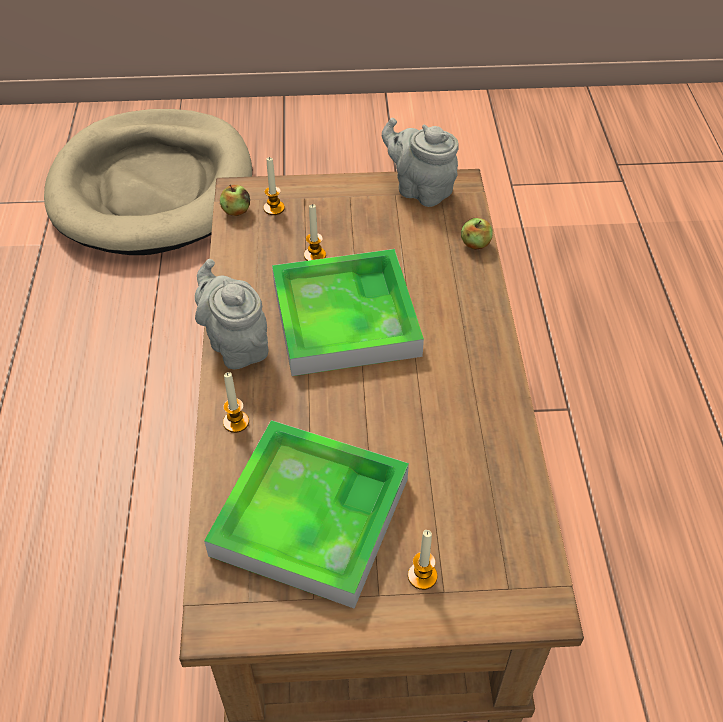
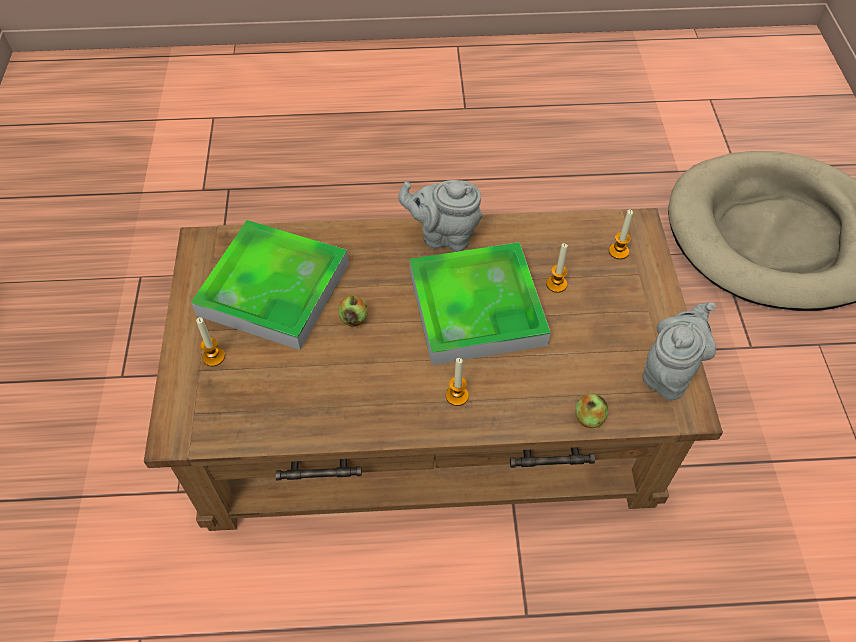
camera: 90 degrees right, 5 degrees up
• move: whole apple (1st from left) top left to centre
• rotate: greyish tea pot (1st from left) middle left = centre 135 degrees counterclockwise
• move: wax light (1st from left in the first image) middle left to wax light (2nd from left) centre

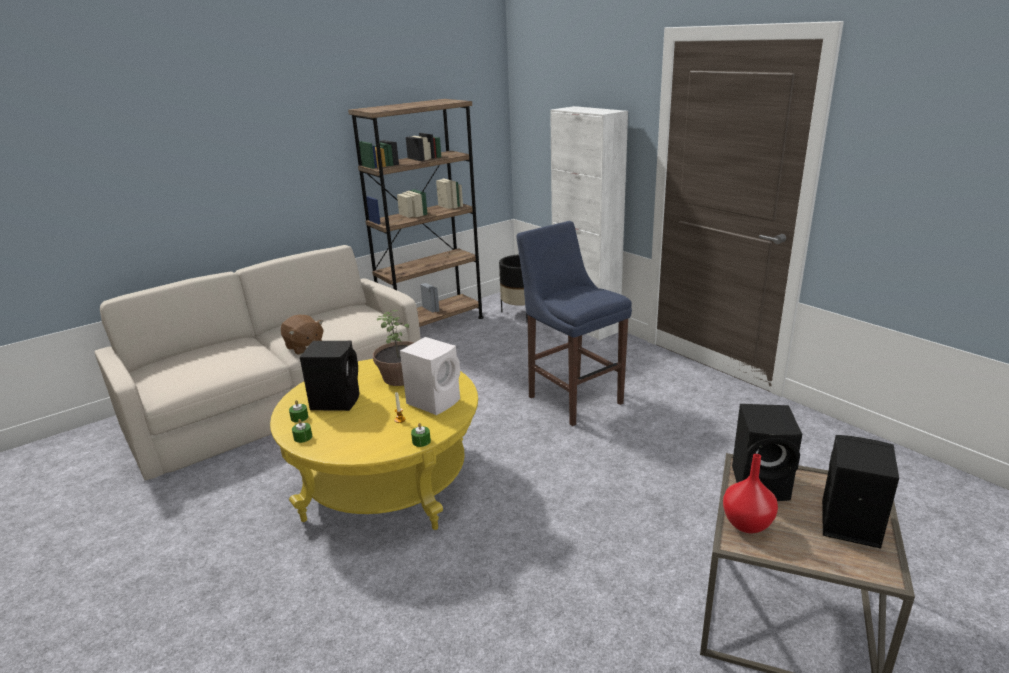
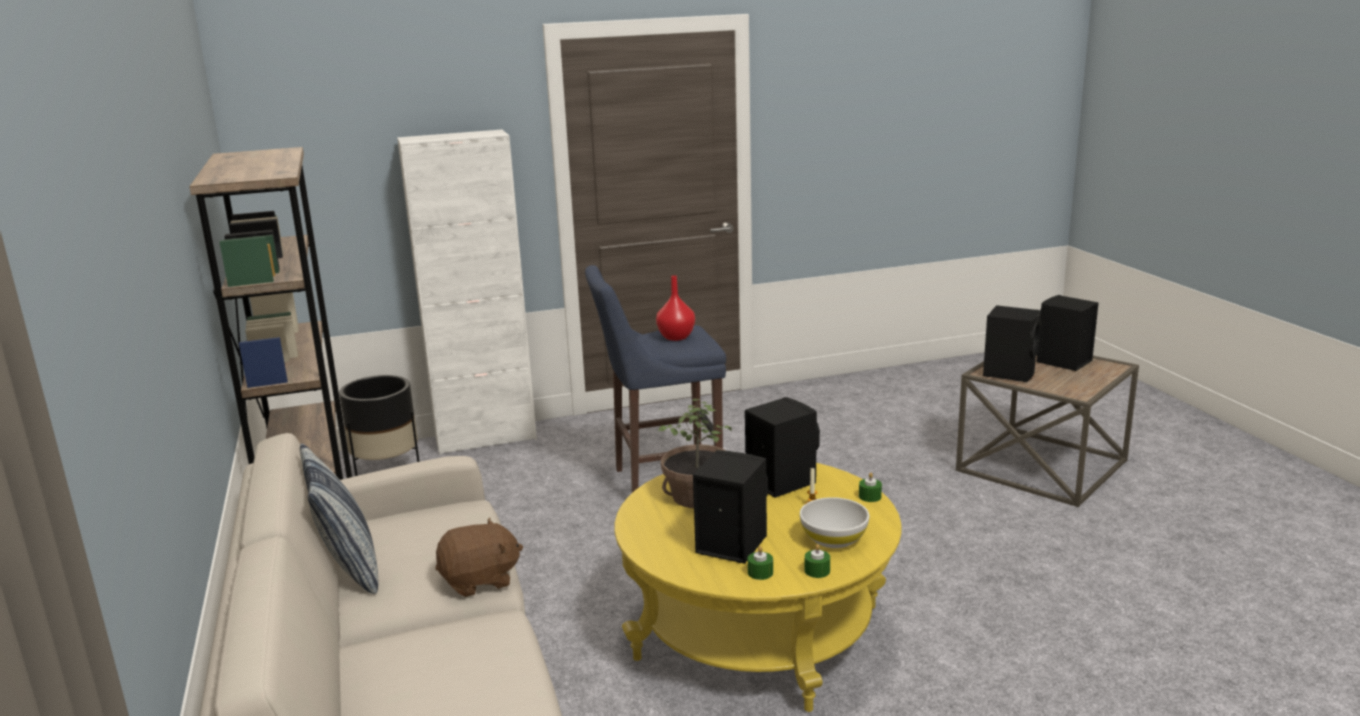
camera: 70 degrees left, 5 degrees down
• insert: cushion bottom left
• move: reddish vase bottom right to centre
• recolor: white speaker centre to blackish speaker (2nd from left) centre
• insert: white bowl bottom centre

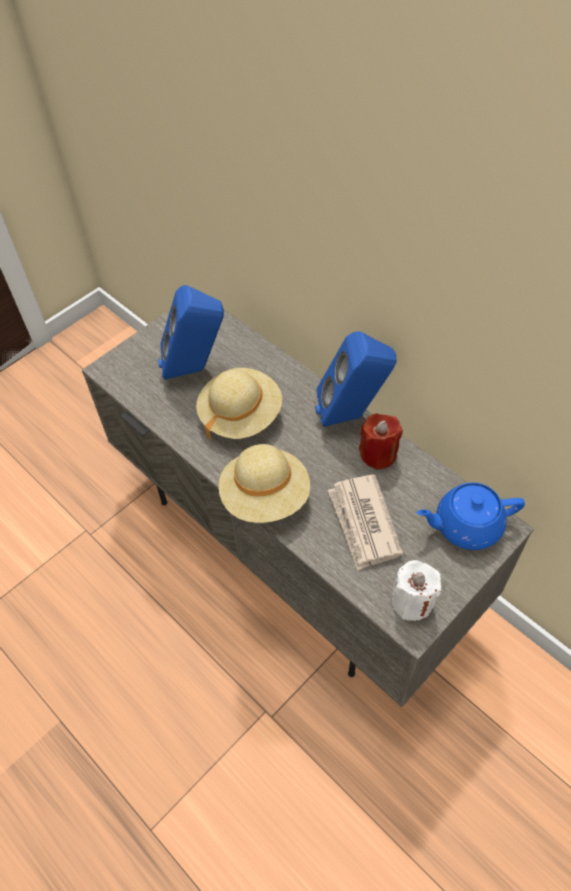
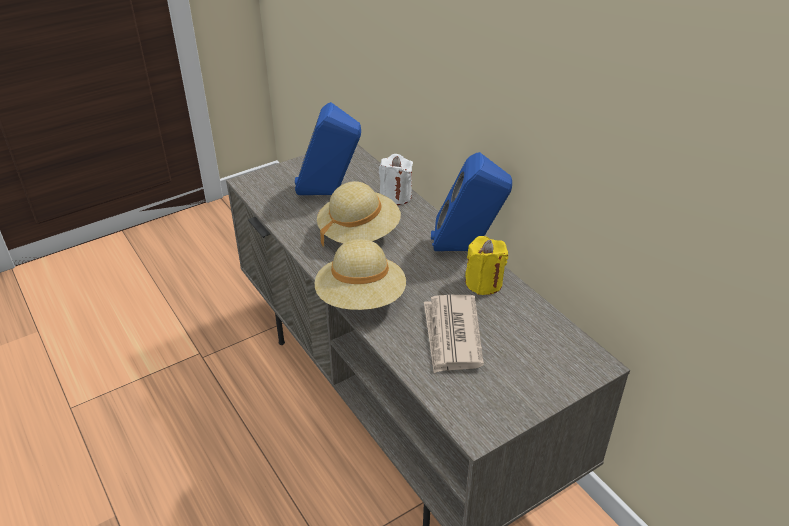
camera: 10 degrees right, 15 degrees down
• move: white wax light middle right to centre
• recolor: reddish wax light middle right to yellowish wax light centre
• delete: blue-coloured tea pot middle right

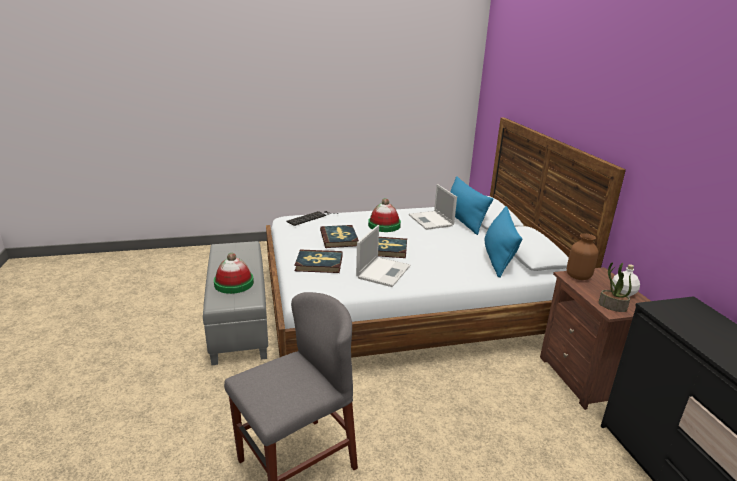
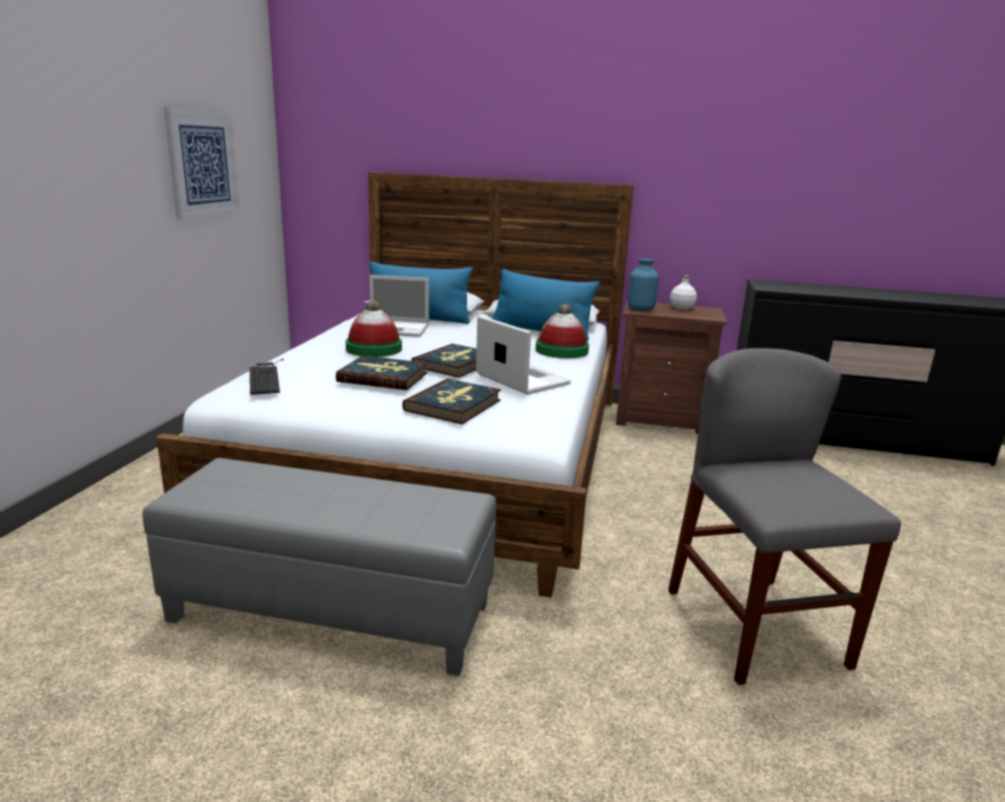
camera: 65 degrees left, 5 degrees down
• insert: wall picture top left
• move: wearable hat (1st from left in the first image) middle left to wearable hat (2nd from left) centre
• recolor: brown vase middle right to blue-coloured vase centre
• delete: houseplant middle right

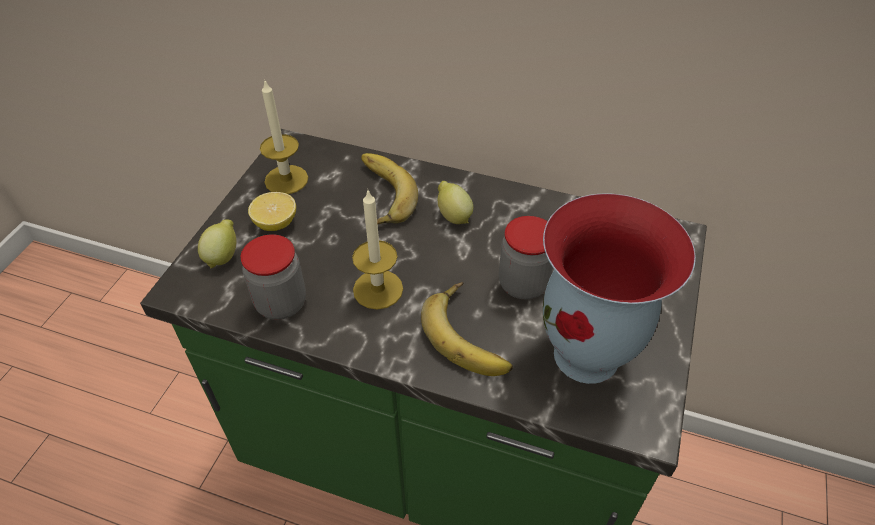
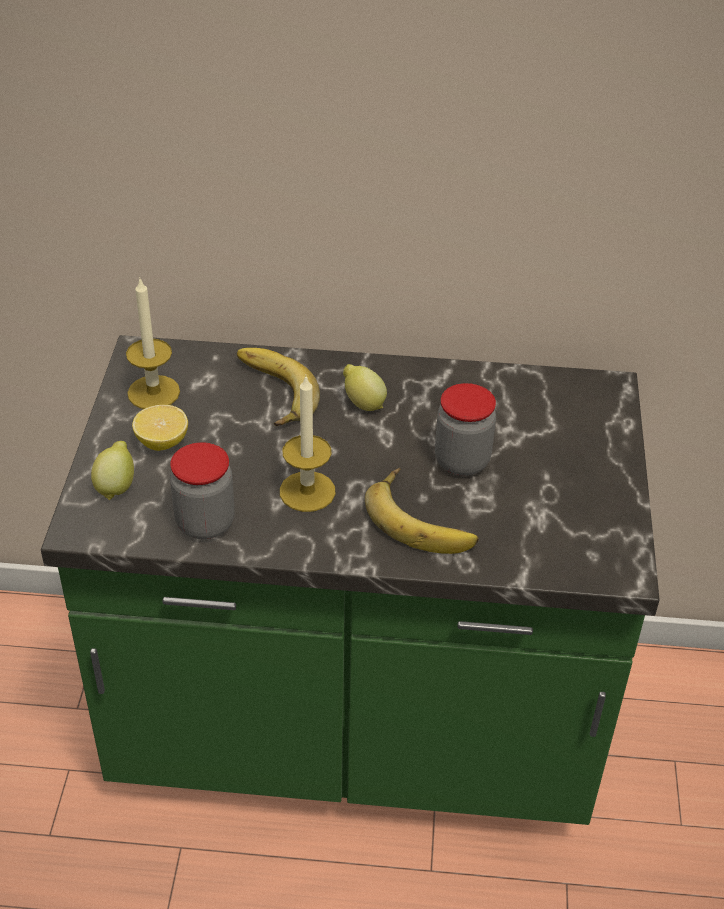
camera: 15 degrees left, 5 degrees down
• delete: vase middle right

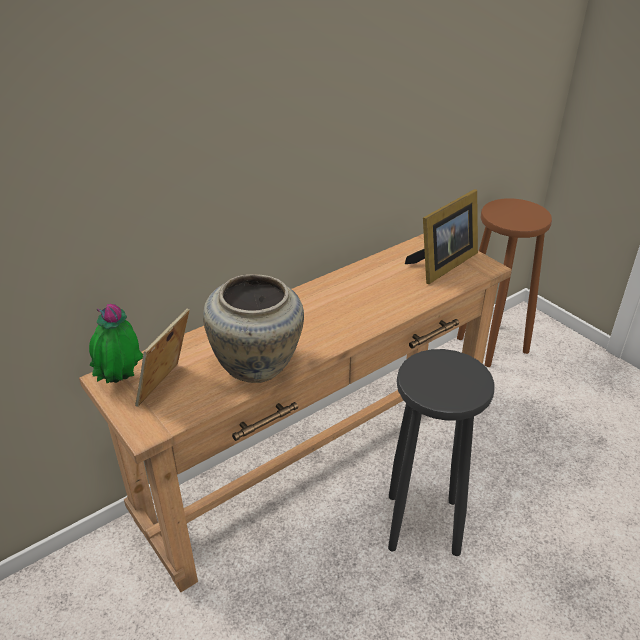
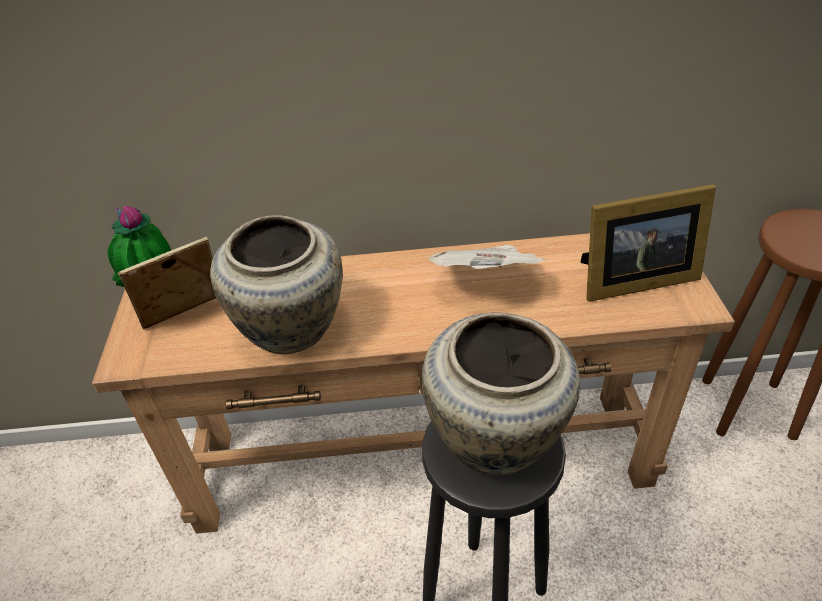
camera: 35 degrees right, 5 degrees up
• insert: beige vase (2nd from left) centre
• insert: newspaper centre

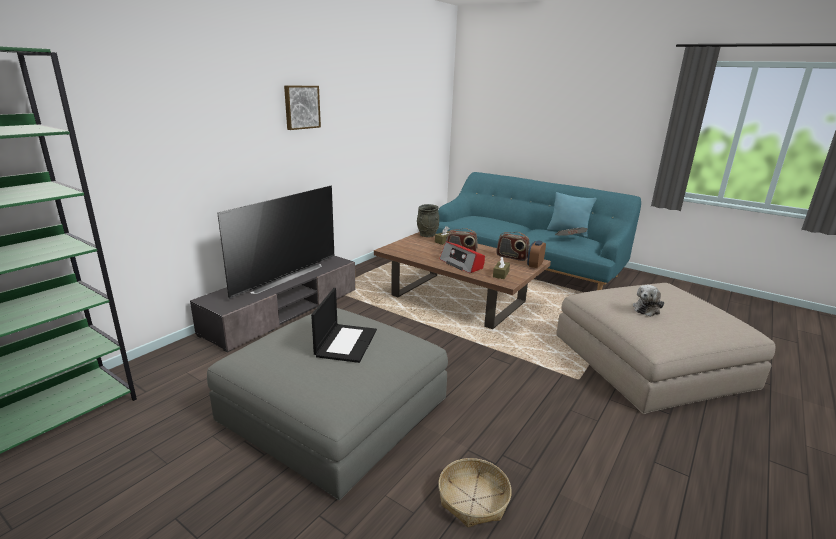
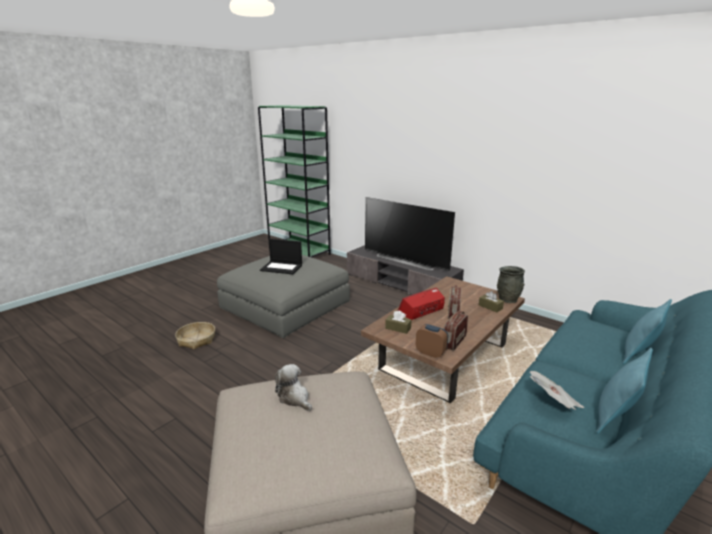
camera: 95 degrees right, 0 degrees up
• insert: turquoise-coloured cushion (2nd from left) middle right
• delete: wall picture top centre

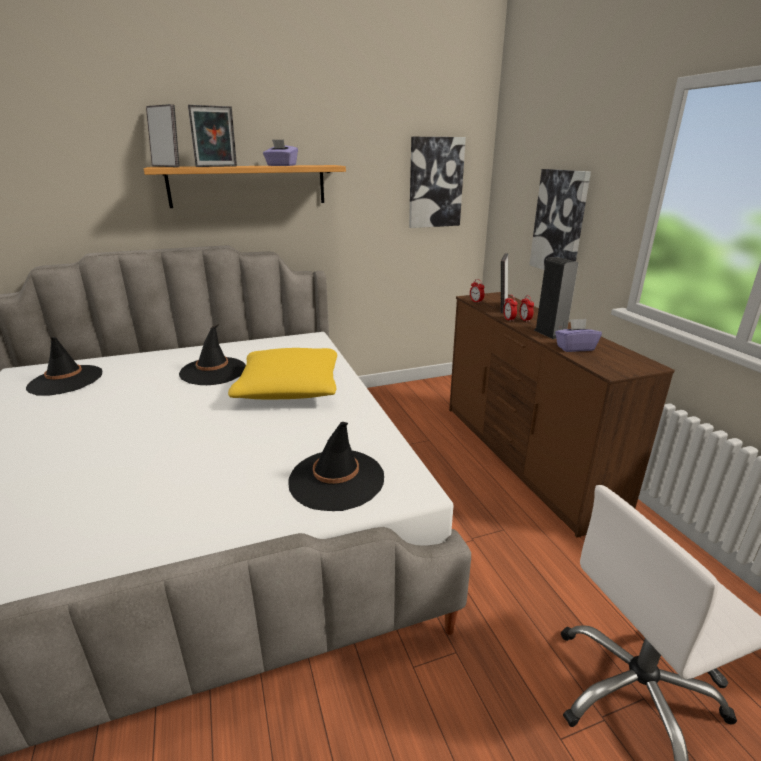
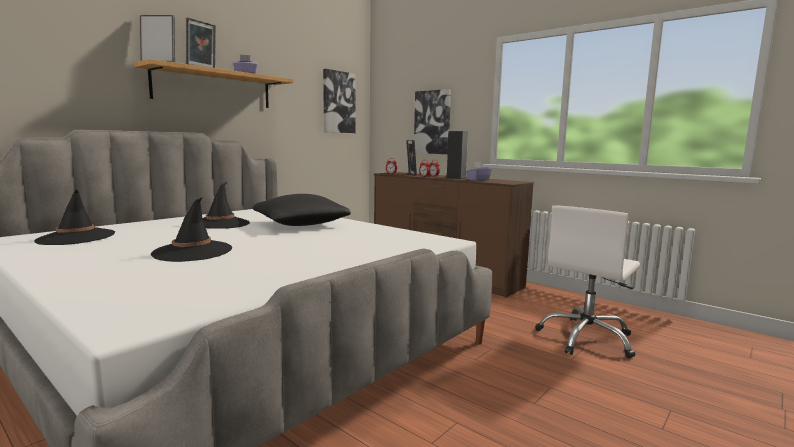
camera: 30 degrees left, 15 degrees down
• move: blackish wearable hat (3rd from left in the first image) centre to blackish wearable hat (2nd from left) middle left
• recolor: yellowish cushion centre to blackish cushion centre

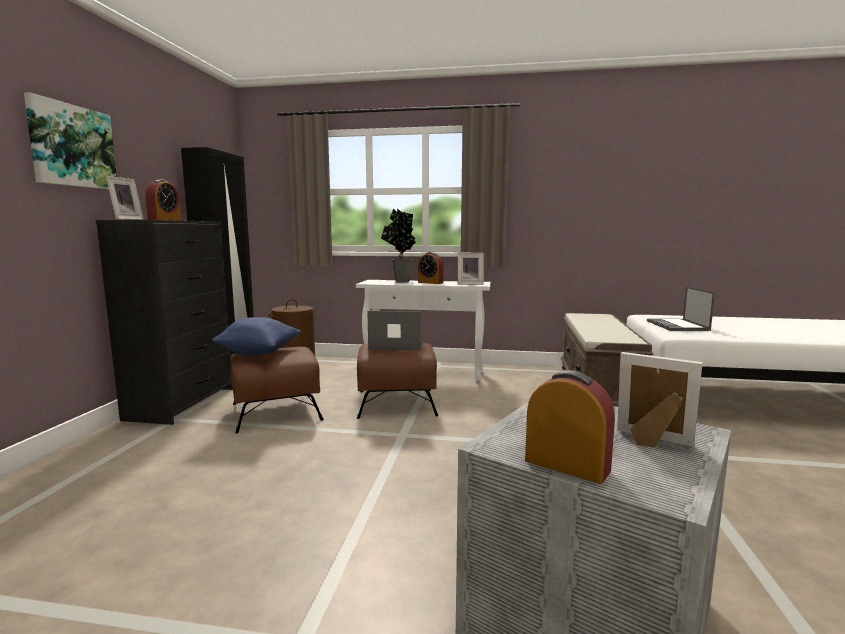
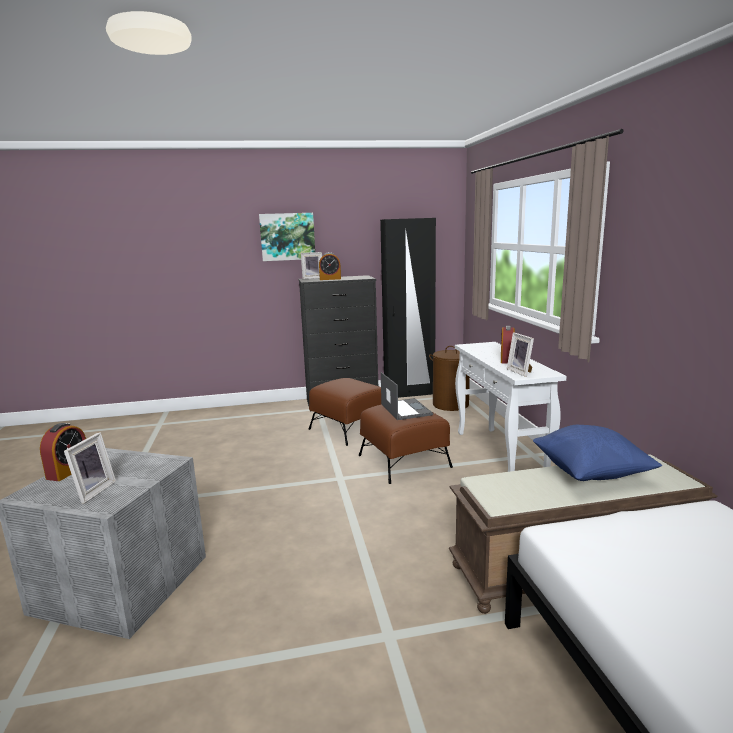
camera: 70 degrees right, 5 degrees up
• move: blue-coloured cushion middle left to middle right
• delete: houseplant centre
• delete: notebook computer (2nd from left) middle right

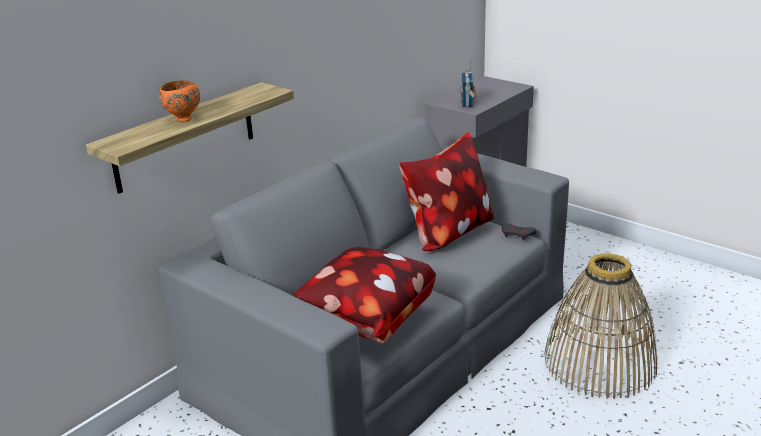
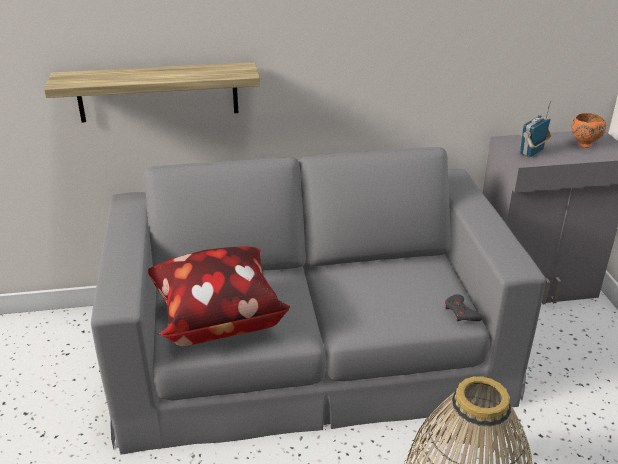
camera: 40 degrees right, 5 degrees up
• move: orange bowl top left to top right
• delete: cushion (2nd from left) centre

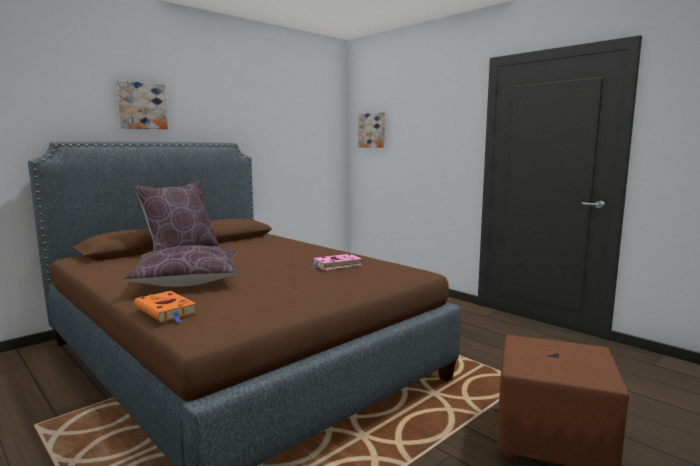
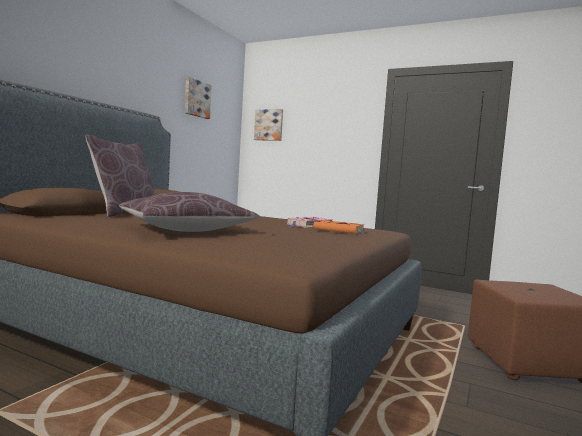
camera: 20 degrees left, 5 degrees down
• move: wall picture (1st from left) top left to top centre
• move: orange volume middle left to centre

